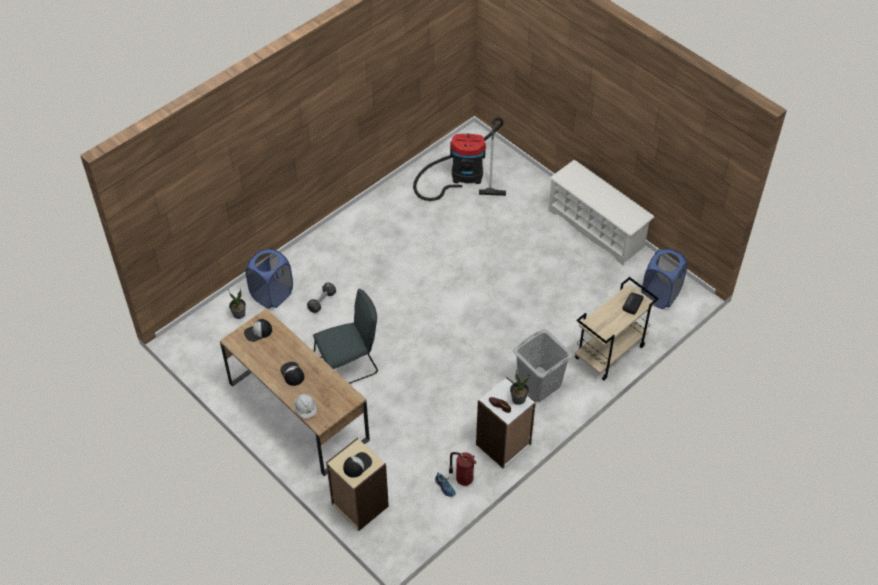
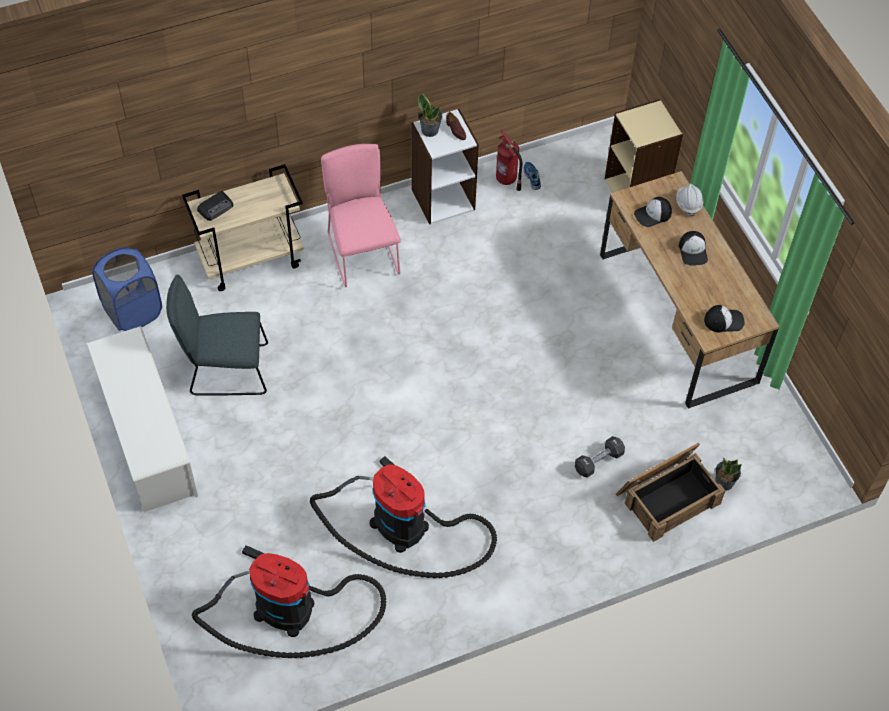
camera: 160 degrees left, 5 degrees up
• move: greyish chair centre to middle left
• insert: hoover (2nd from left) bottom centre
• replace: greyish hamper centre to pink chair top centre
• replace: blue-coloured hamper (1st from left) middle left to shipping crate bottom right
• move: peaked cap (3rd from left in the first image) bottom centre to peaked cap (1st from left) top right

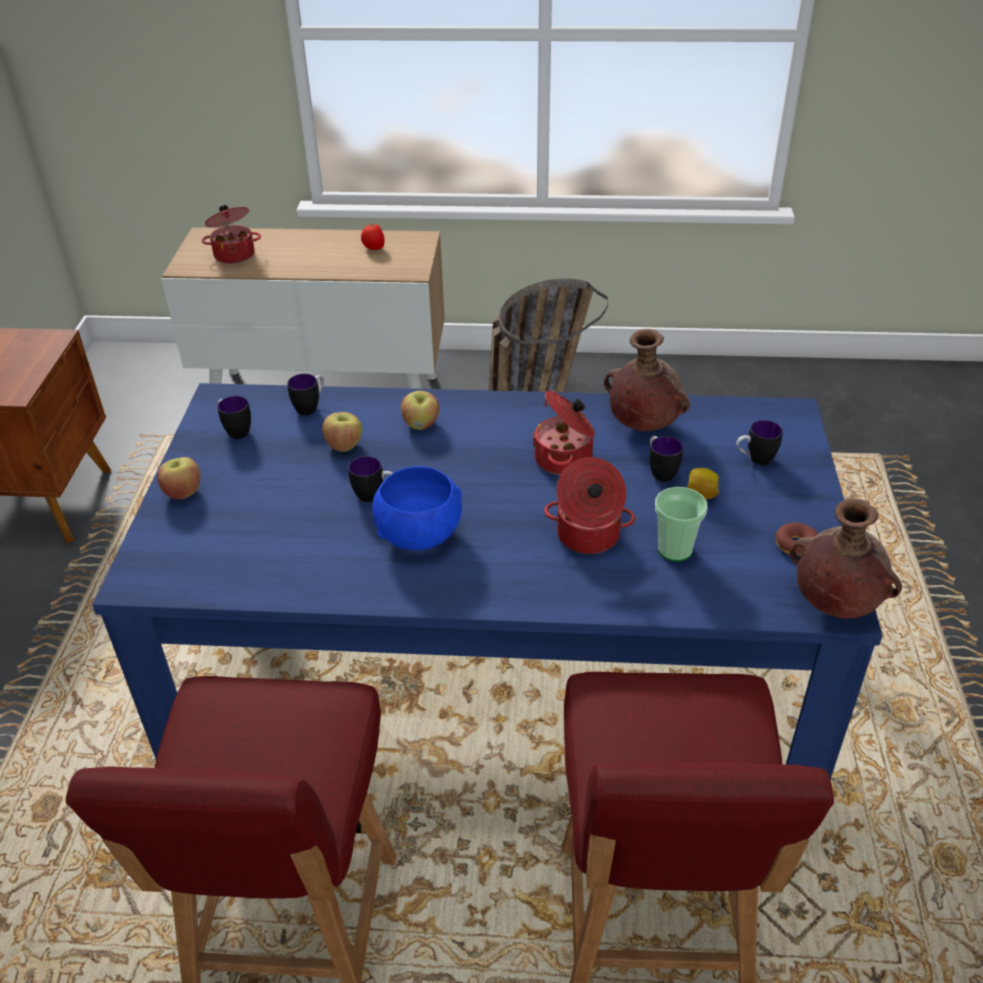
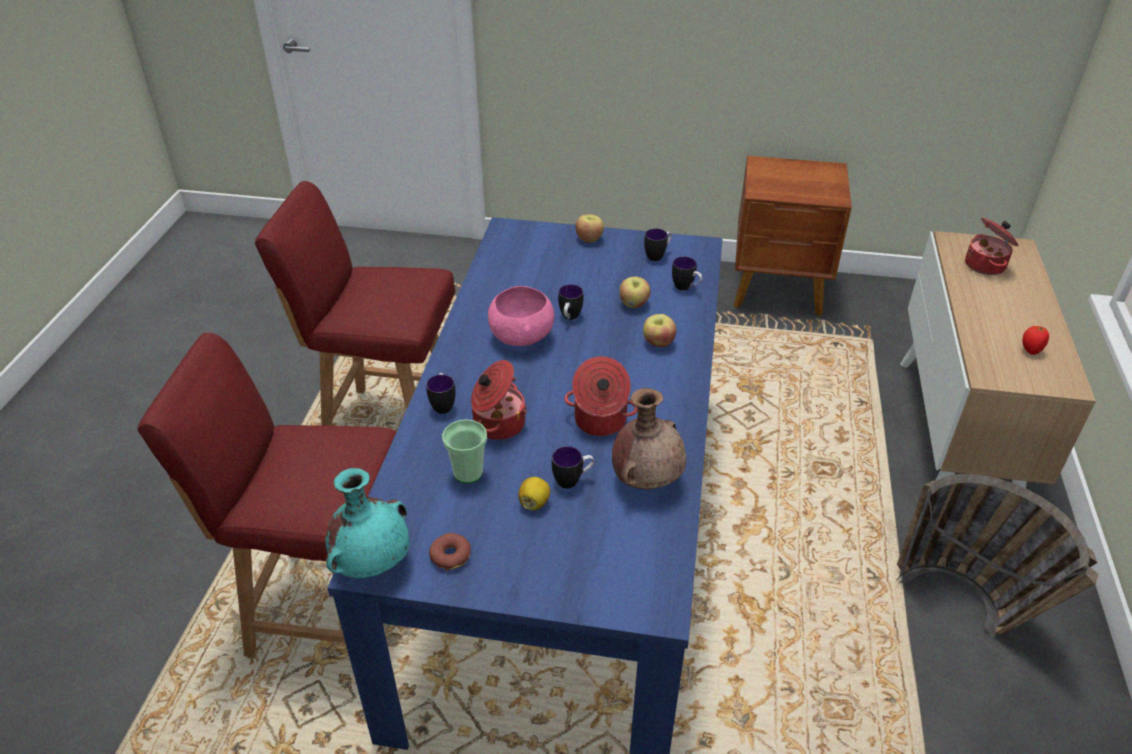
camera: 95 degrees right, 0 degrees up
• recolor: brown vase (2nd from left) middle right to turquoise-coloured vase bottom left
• move: mug (5th from left in the first image) middle right to mug (1st from left) centre
• recolor: blue-coloured bowl centre to pink bowl centre

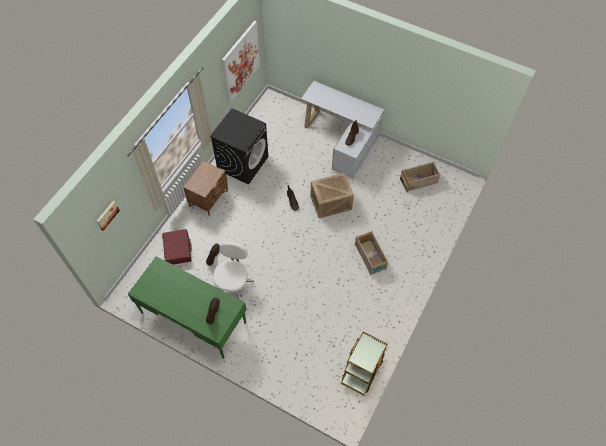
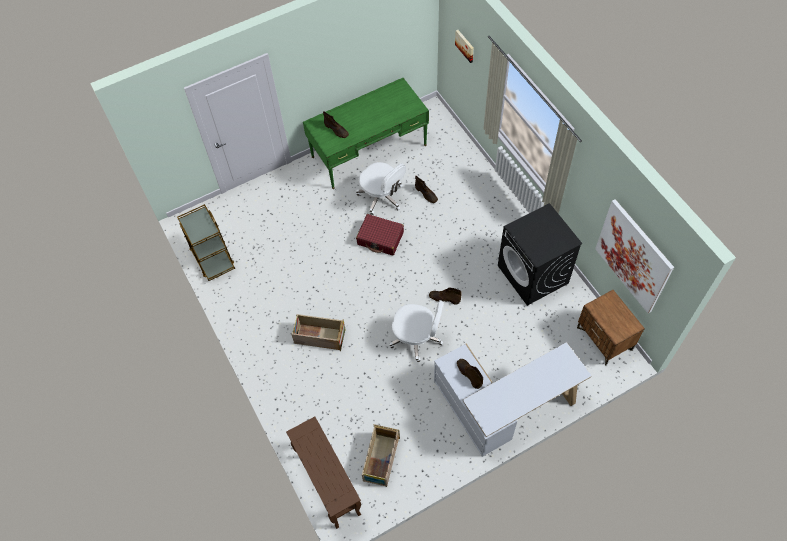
camera: 125 degrees right, 0 degrees up
• insert: brown hall table bottom centre
• move: reddish travel case middle left to centre
• replace: shipping crate (1st from left) centre to white desk chair (2nd from left) centre
• move: brown night table centre to middle right

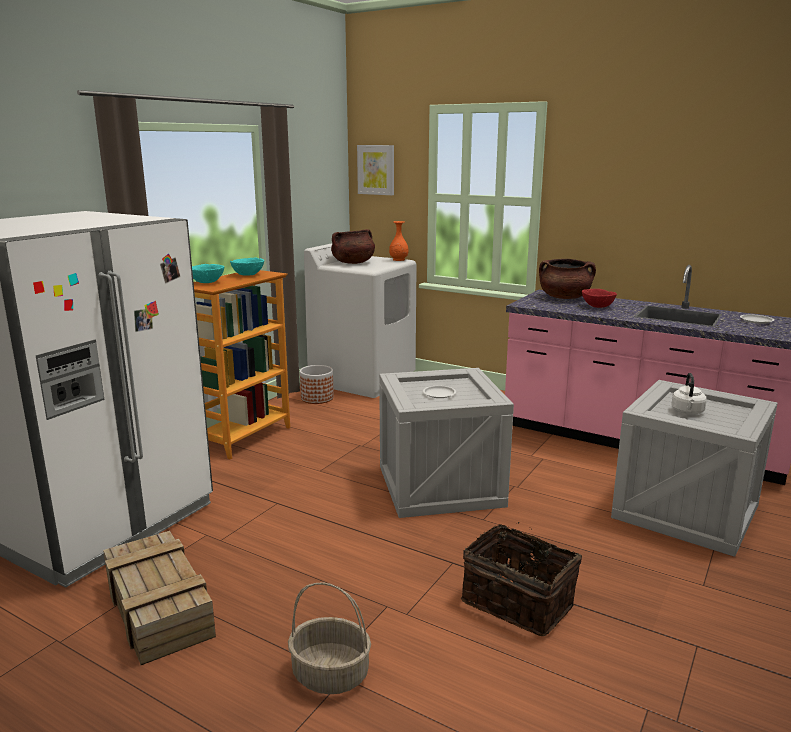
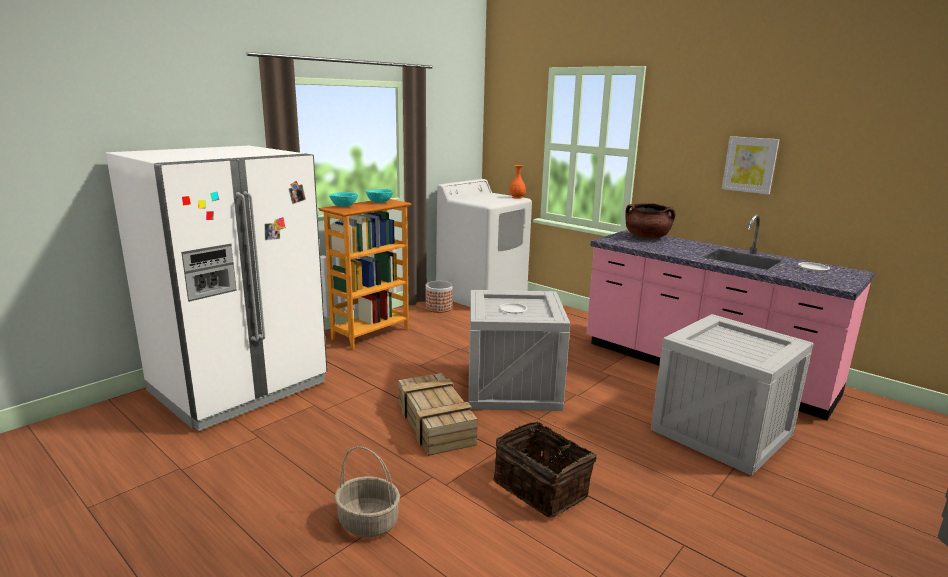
camera: 10 degrees right, 0 degrees up
• move: shipping crate (1st from left) bottom left to bottom centre
• move: wall picture top centre to top right
• delete: brown saucepot (1st from left) centre
• delete: reddish bowl middle right
• delete: white kettle middle right

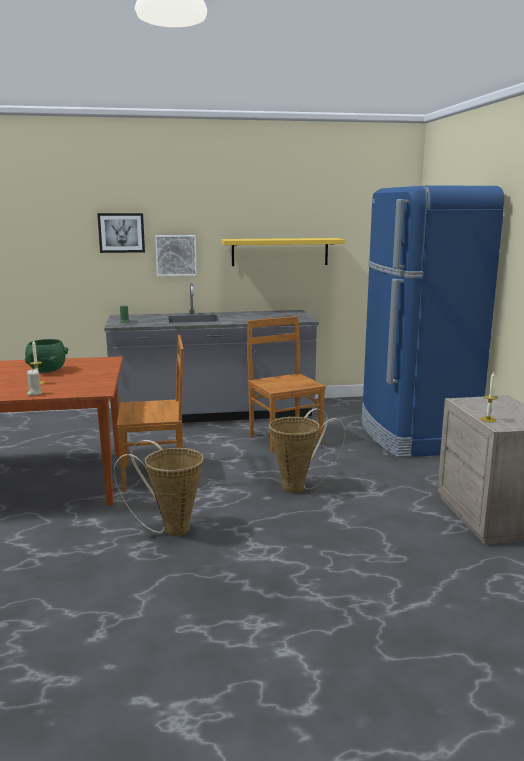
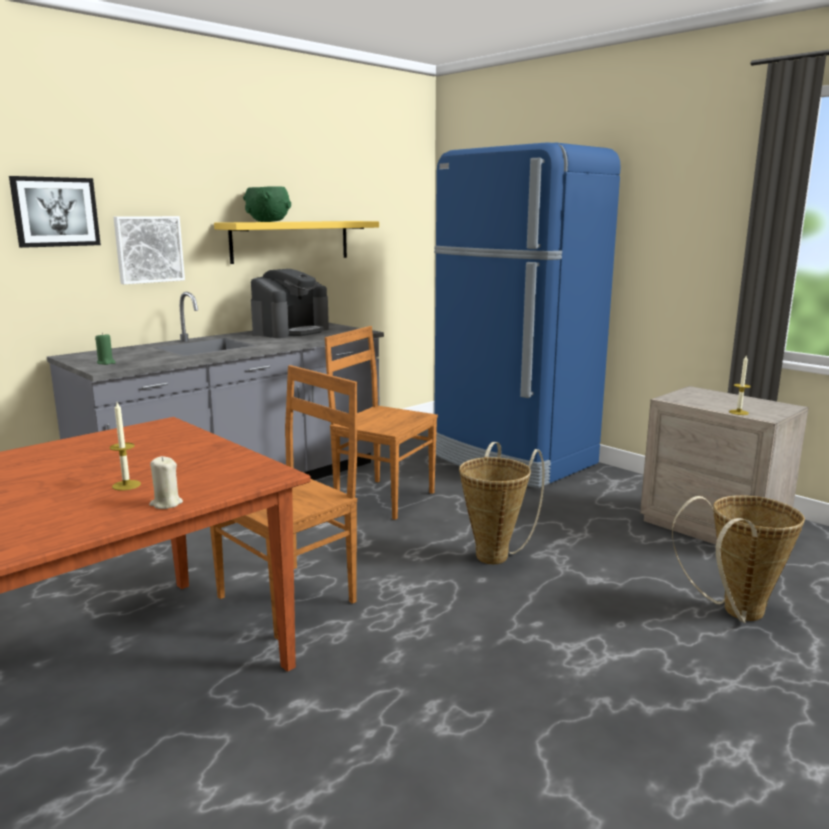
camera: 35 degrees left, 0 degrees up
• move: green-coloured bowl middle left to top left
• insert: coffee maker centre
• move: basket (1st from left in the first image) middle left to basket (2nd from left) bottom right

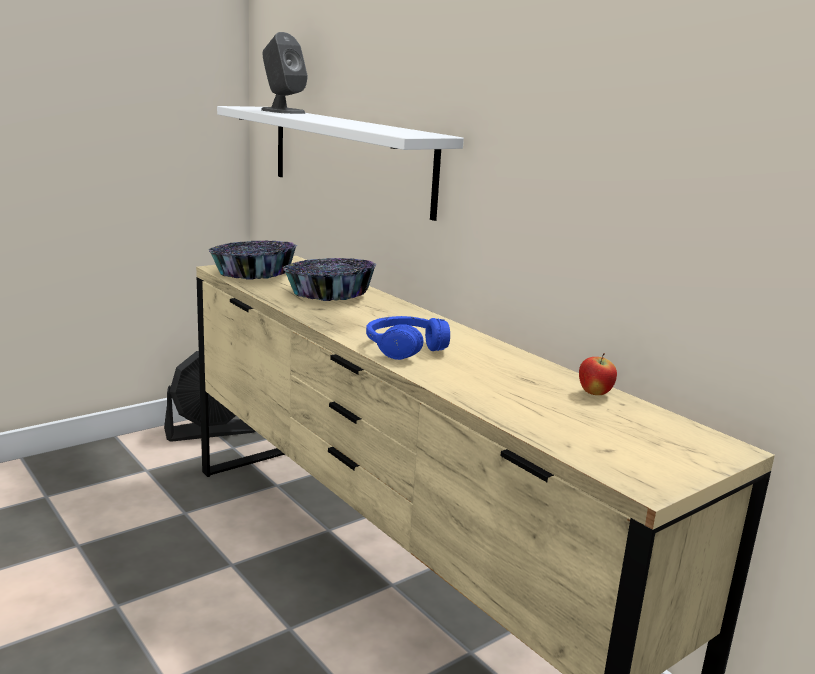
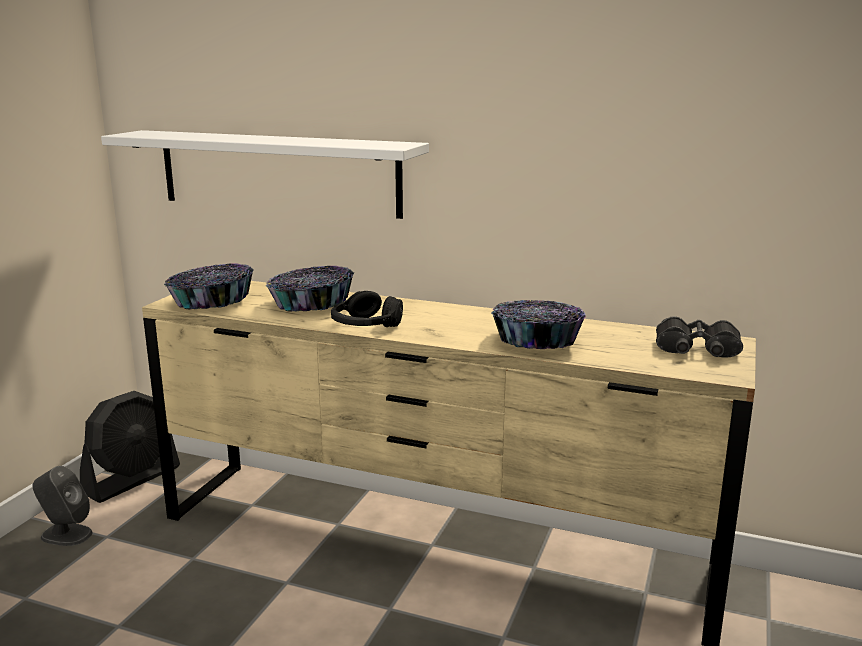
camera: 30 degrees left, 0 degrees up
• move: greyish speaker top centre to bottom left
• insert: blackish pair of headphones centre
• insert: bowl (3rd from left) centre
• insert: blackish binoculars middle right
• delete: blue-coloured pair of headphones centre
• delete: whole apple middle right

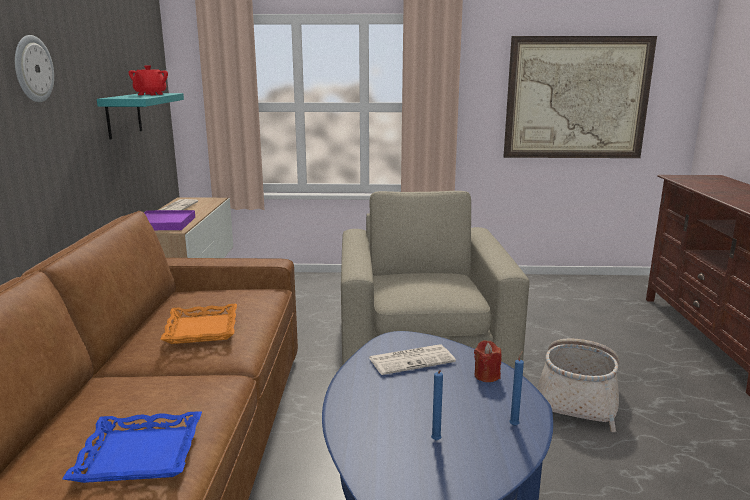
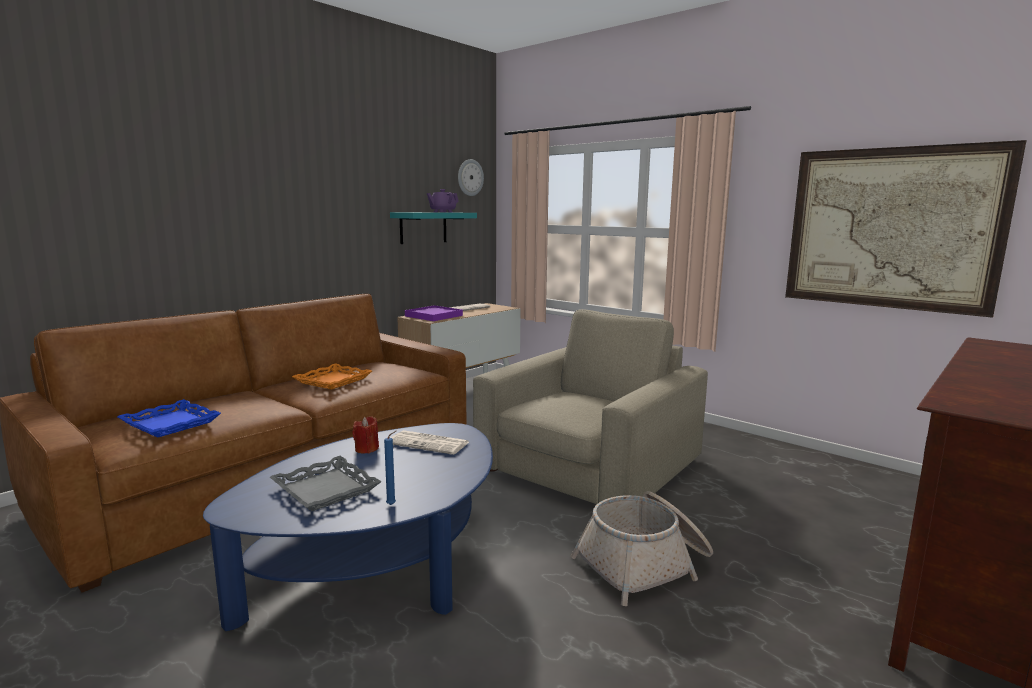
camera: 40 degrees right, 5 degrees down
• replace: blue-coloured wax light (1st from left) bottom centre to greyish carrying tray bottom left
• move: reddish wax light bottom centre to centre
• recolor: reddish tea pot top left to purple tea pot top centre
• move: hanging clock top left to top centre

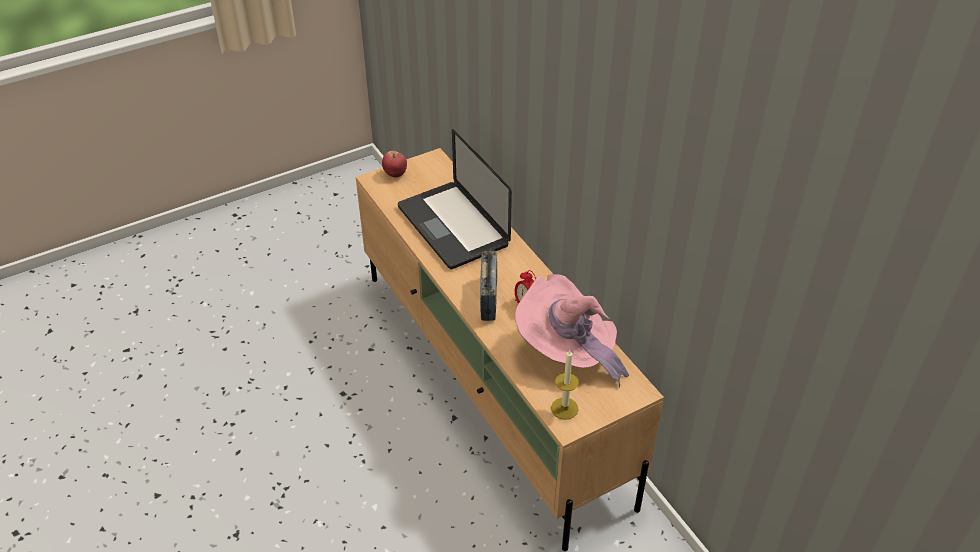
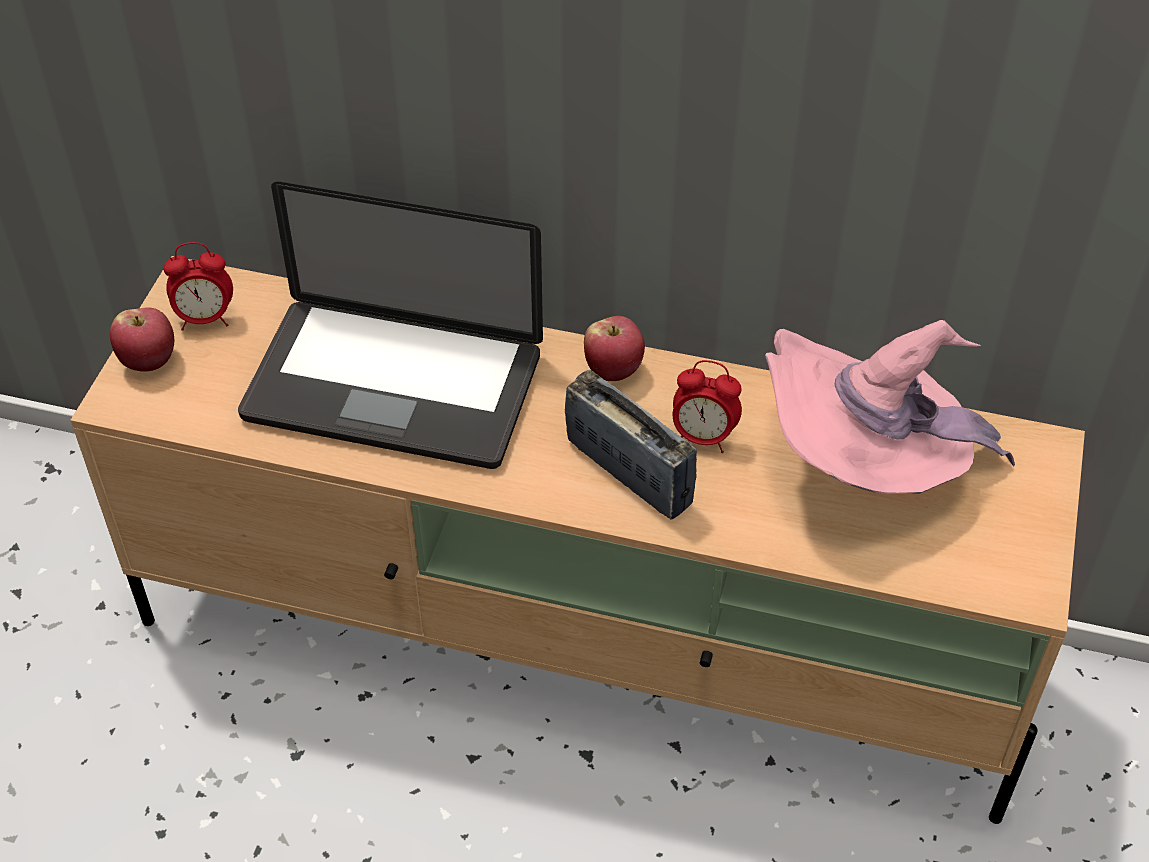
camera: 45 degrees left, 5 degrees up
• insert: bedside clock (1st from left) top left
• insert: whole apple (2nd from left) centre
• delete: wax light bottom centre

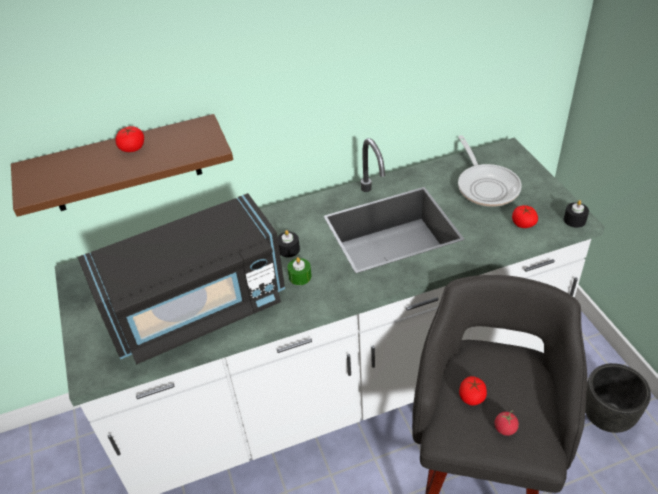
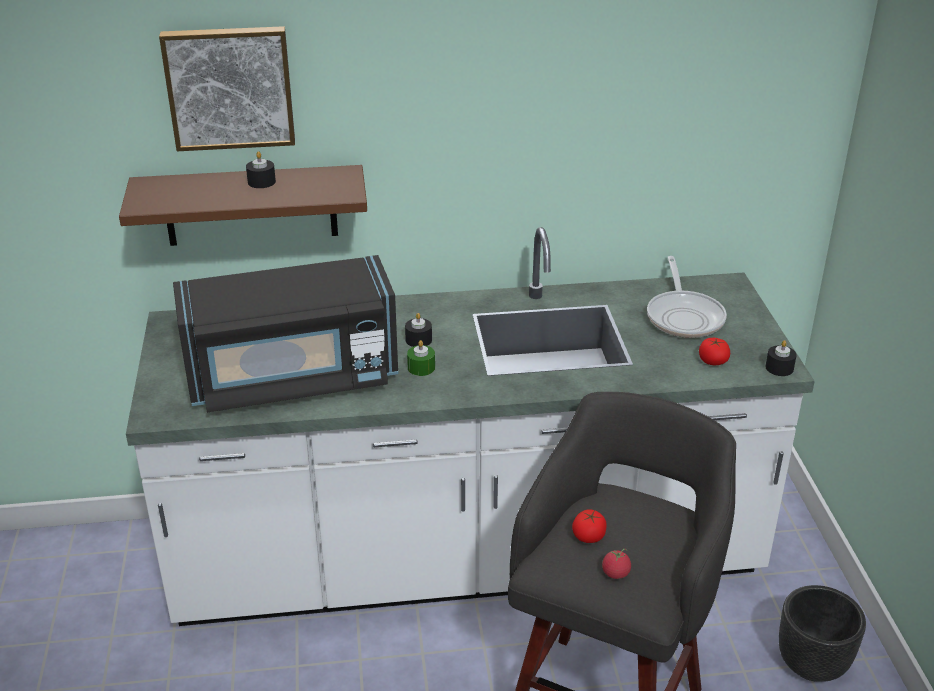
camera: 10 degrees right, 10 degrees down
• insert: wall picture top left
• replace: whole tomato (1st from left) top left to blackish wax light (1st from left) top left

